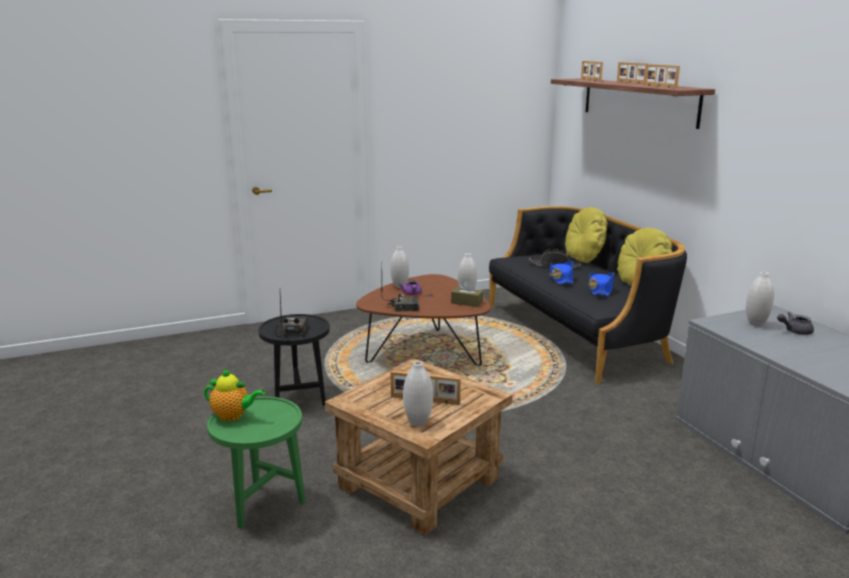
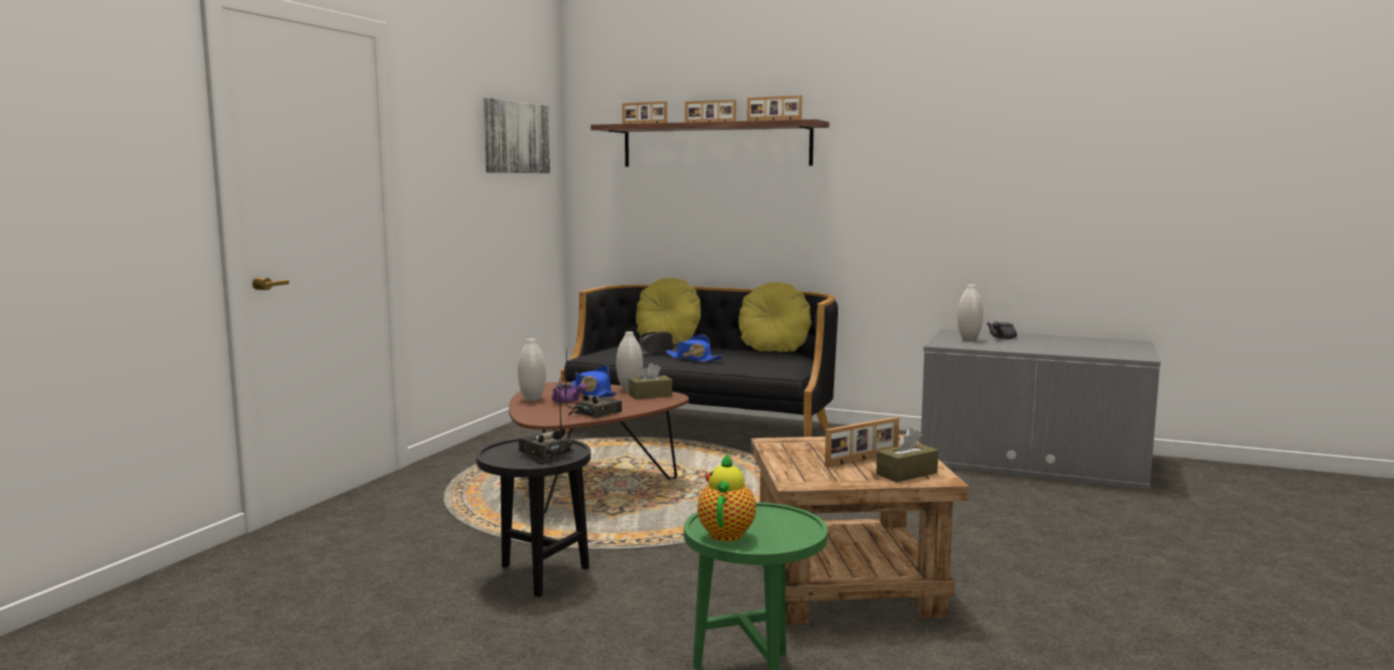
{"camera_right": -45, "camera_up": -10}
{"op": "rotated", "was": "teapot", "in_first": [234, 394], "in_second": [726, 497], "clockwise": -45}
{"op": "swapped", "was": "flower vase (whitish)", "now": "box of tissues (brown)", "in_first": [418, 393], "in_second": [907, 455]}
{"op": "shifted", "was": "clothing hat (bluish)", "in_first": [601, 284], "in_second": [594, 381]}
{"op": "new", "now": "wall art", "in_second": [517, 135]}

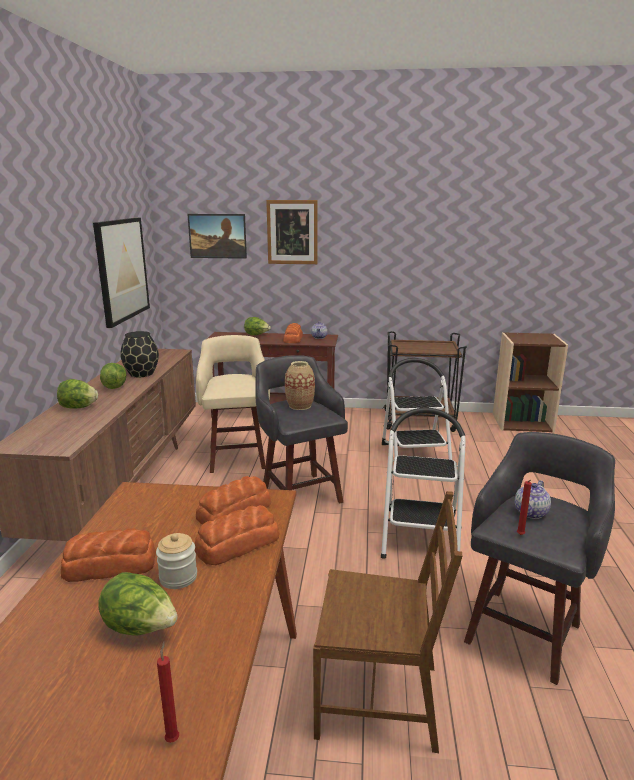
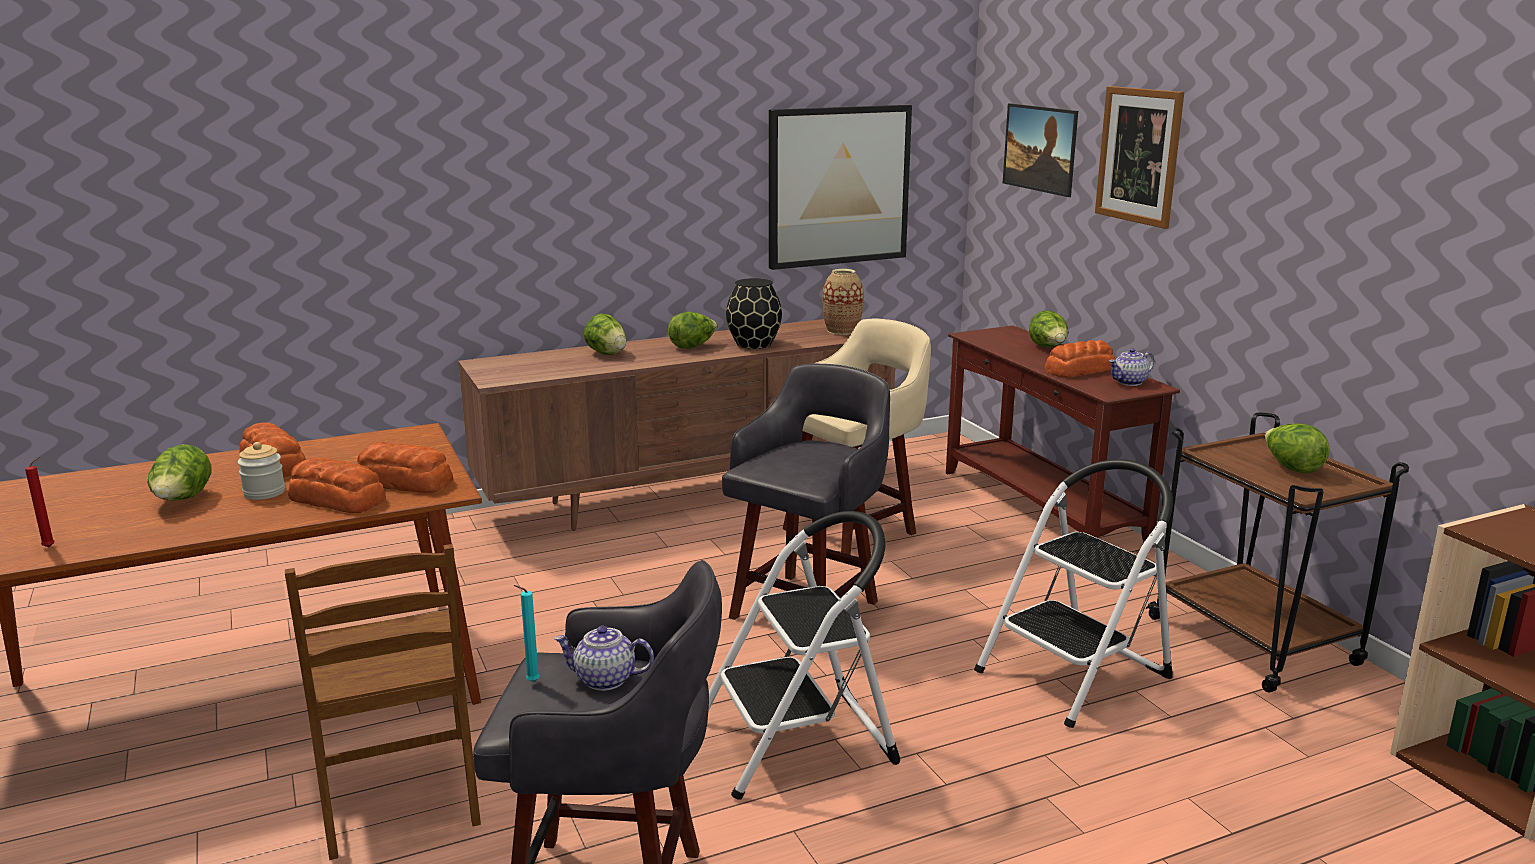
{"camera_right": 60, "camera_up": 0}
{"op": "shifted", "was": "flower vase", "in_first": [300, 385], "in_second": [843, 302]}
{"op": "repainted", "was": "wax light (reddish)", "now": "wax light (turquoise)", "in_first": [524, 507], "in_second": [527, 633]}
{"op": "new", "now": "lettuce head", "in_second": [1297, 449]}

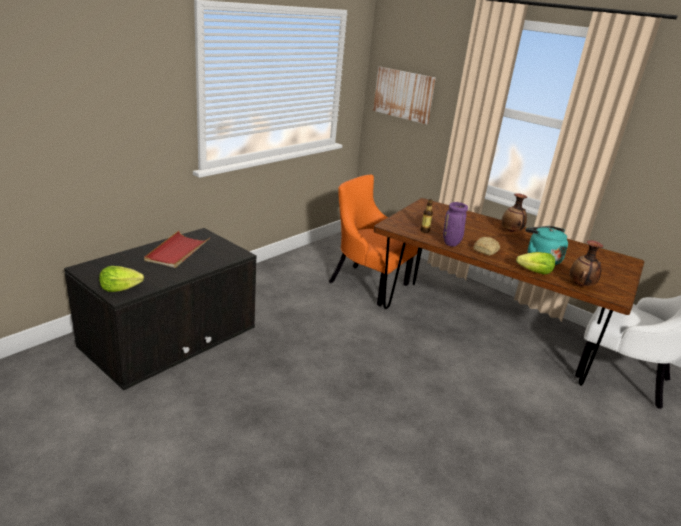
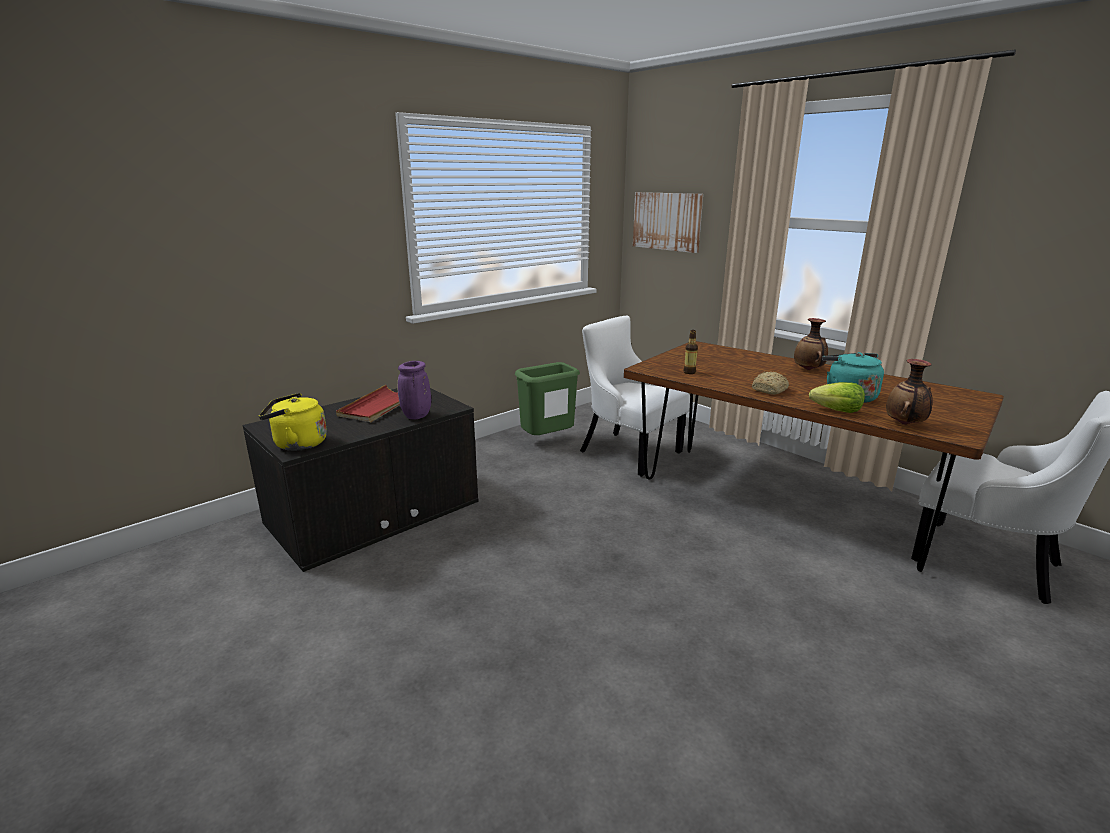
{"camera_right": 10, "camera_up": -5}
{"op": "swapped", "was": "lettuce head", "now": "tea kettle (yellow-coloured)", "in_first": [121, 279], "in_second": [293, 422]}
{"op": "repainted", "was": "chair (orangey)", "now": "chair (whitish)", "in_first": [373, 240], "in_second": [635, 396]}
{"op": "shifted", "was": "flower vase (purplish)", "in_first": [455, 224], "in_second": [414, 390]}
{"op": "new", "now": "trash can (green-coloured)", "in_second": [547, 398]}

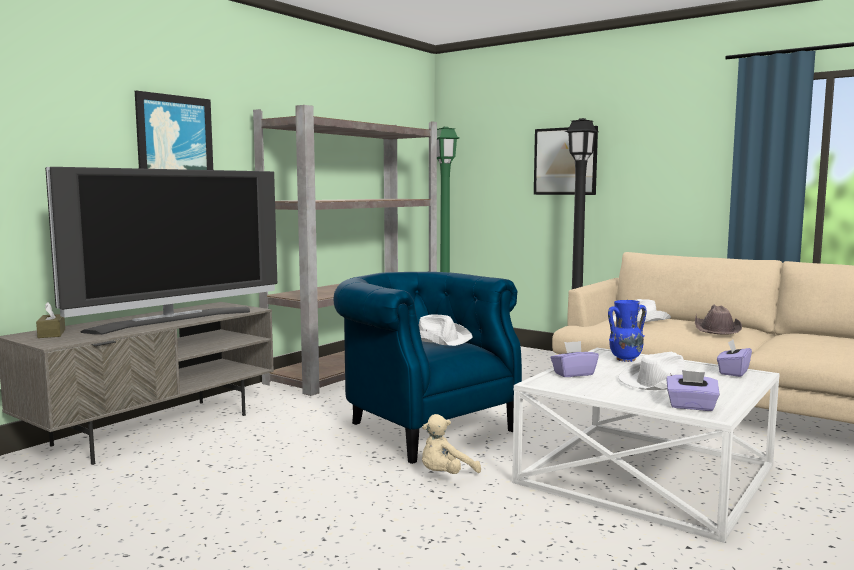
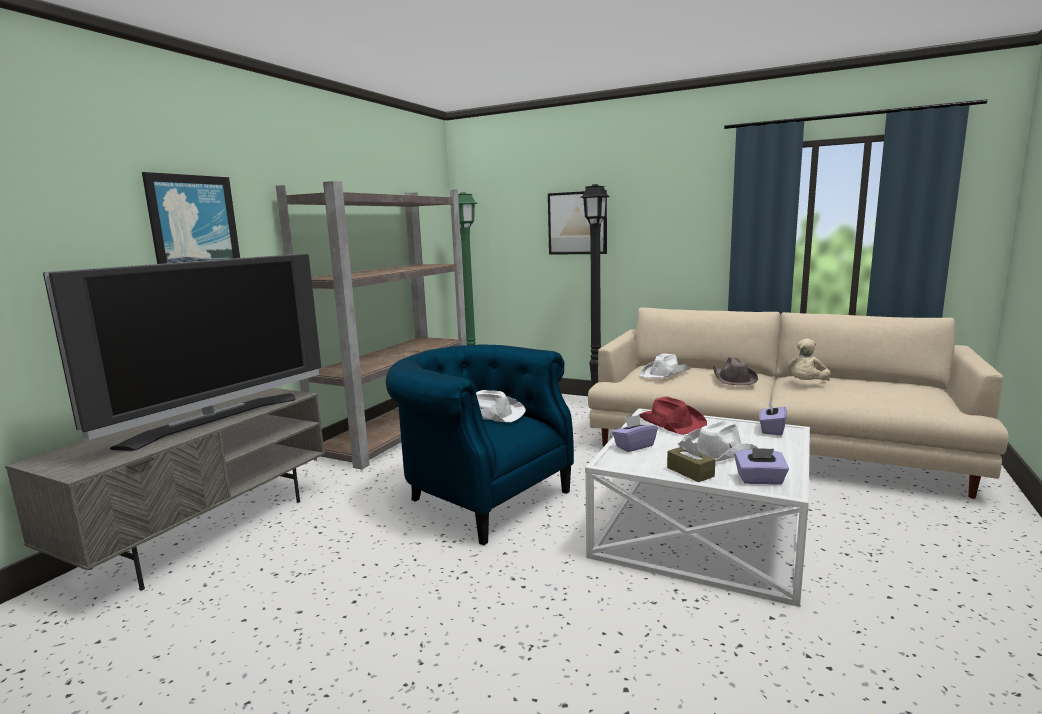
{"camera_right": -10, "camera_up": 5}
{"op": "shifted", "was": "box of tissues (brown)", "in_first": [50, 320], "in_second": [691, 460]}
{"op": "shifted", "was": "plush toy (beige)", "in_first": [451, 444], "in_second": [809, 360]}
{"op": "swapped", "was": "flower vase (bluish)", "now": "clothing hat (reddish)", "in_first": [627, 331], "in_second": [673, 416]}

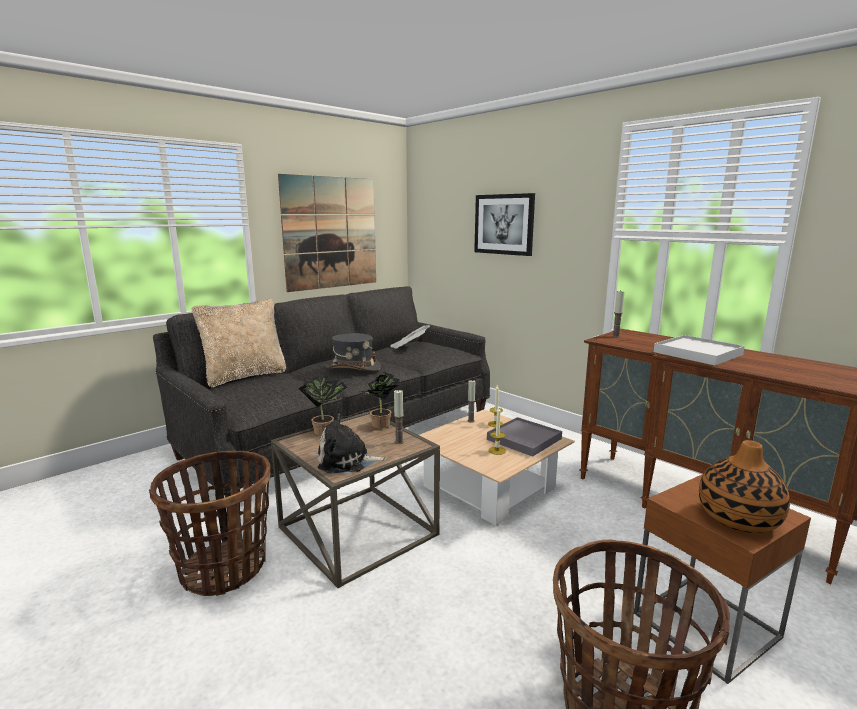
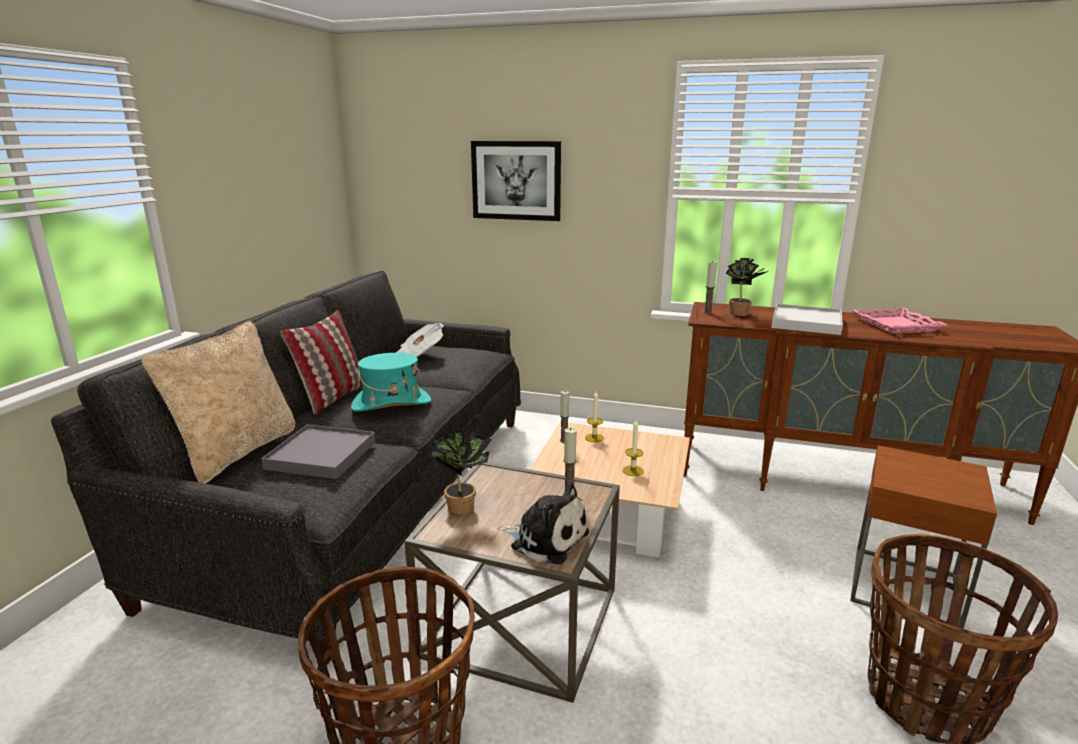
{"camera_right": -30, "camera_up": 5}
{"op": "gone", "was": "wall art", "in_first": [327, 233]}
{"op": "rotated", "was": "plush toy", "in_first": [352, 443], "in_second": [543, 523], "clockwise": -120}
{"op": "repainted", "was": "clothing hat (grey)", "now": "clothing hat (turquoise)", "in_first": [353, 352], "in_second": [391, 382]}
{"op": "shifted", "was": "houseplant", "in_first": [380, 400], "in_second": [747, 287]}
{"op": "shifted", "was": "carrying tray (grey)", "in_first": [524, 437], "in_second": [318, 451]}
{"op": "gone", "was": "flower vase", "in_first": [744, 486]}
{"op": "new", "now": "cushion", "in_second": [321, 362]}
{"op": "new", "now": "carrying tray (pink-coloured)", "in_second": [899, 321]}

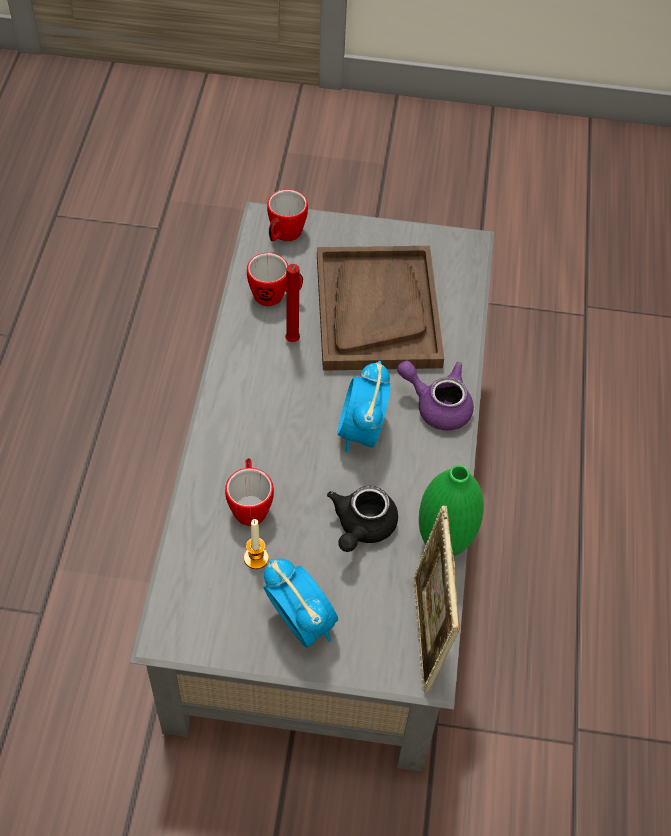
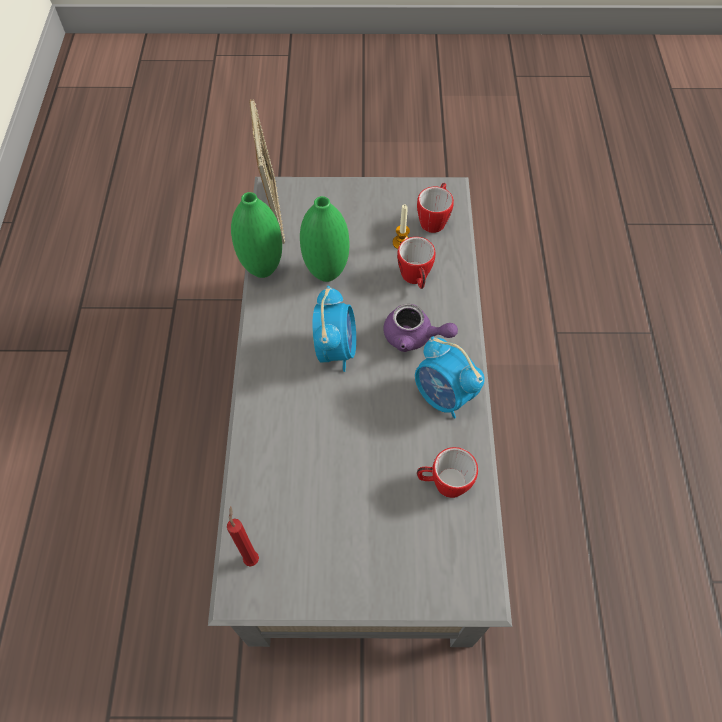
{"camera_right": 175, "camera_up": 5}
{"op": "shifted", "was": "bedside clock", "in_first": [300, 603], "in_second": [450, 377]}
{"op": "shifted", "was": "tea mug", "in_first": [287, 215], "in_second": [435, 208]}
{"op": "shifted", "was": "wax light (reddish)", "in_first": [292, 303], "in_second": [243, 536]}
{"op": "gone", "was": "carrying tray (brown)", "in_first": [380, 308]}
{"op": "swapped", "was": "teapot (blackish)", "now": "flower vase (green-coloured)", "in_first": [362, 519], "in_second": [325, 239]}
{"op": "shifted", "was": "teapot (purplish)", "in_first": [435, 395], "in_second": [421, 328]}

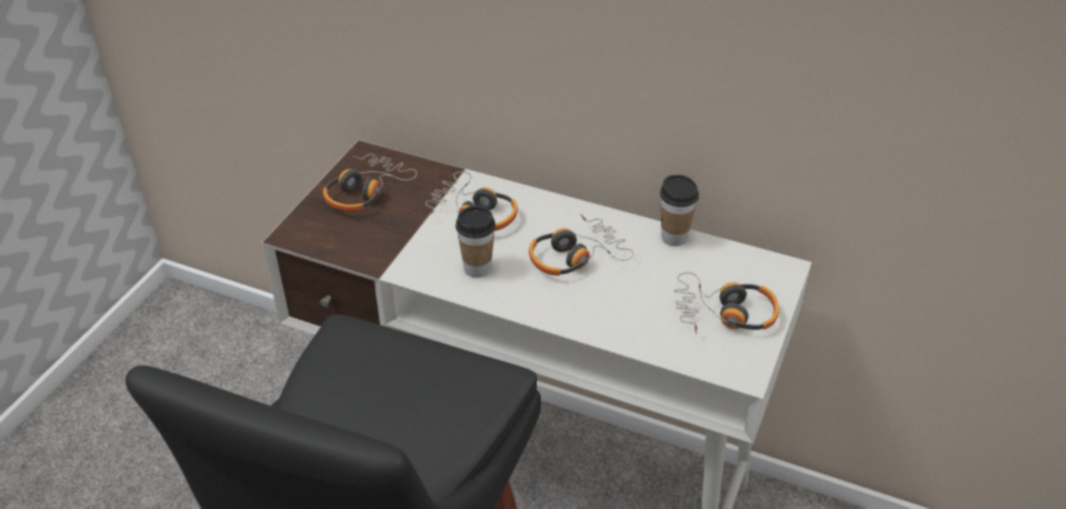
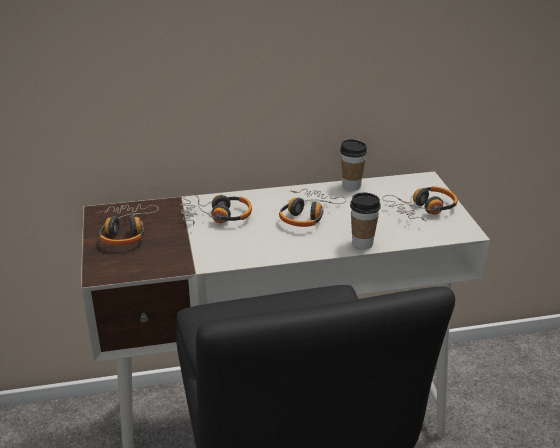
{"camera_right": -35, "camera_up": -10}
{"op": "shifted", "was": "cup", "in_first": [476, 242], "in_second": [365, 221]}

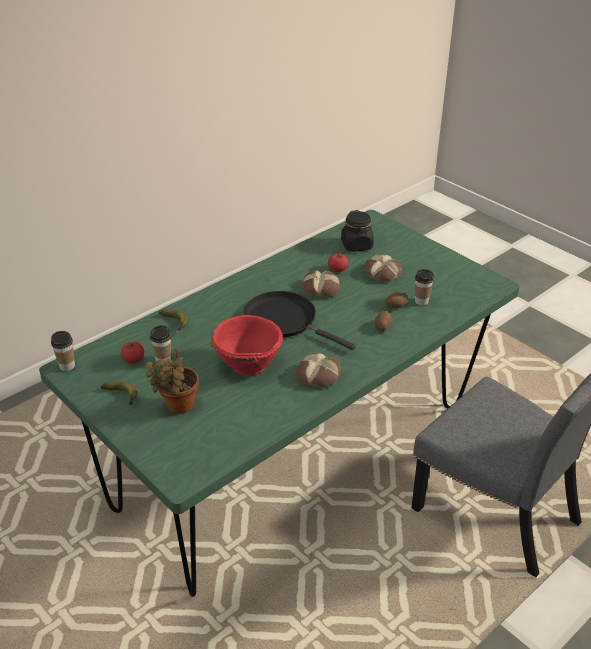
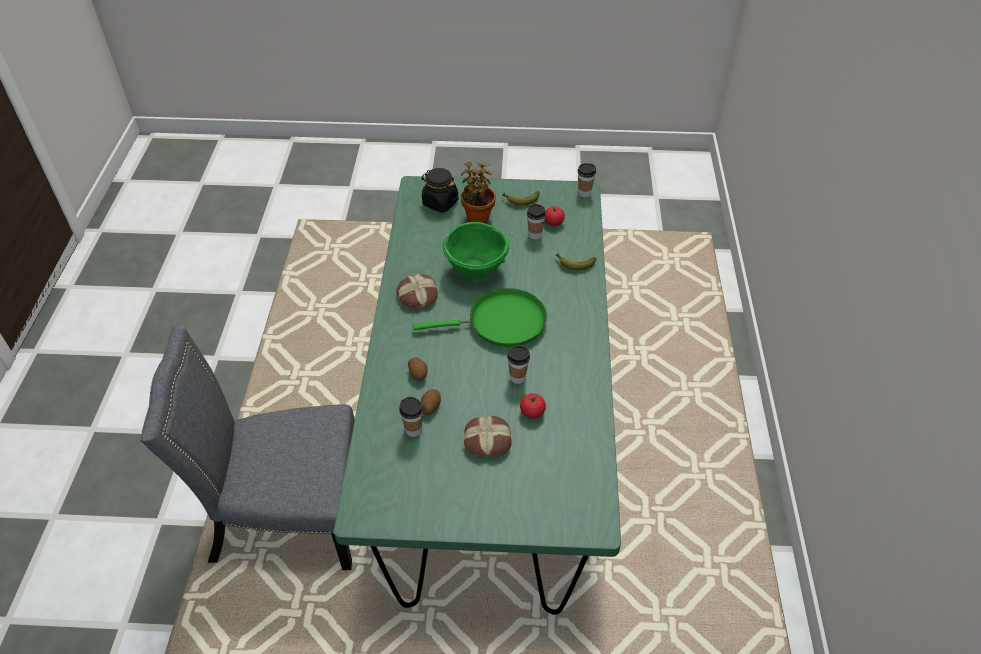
{"camera_right": 135, "camera_up": 10}
{"op": "repainted", "was": "bowl (reddish)", "now": "bowl (green-coloured)", "in_first": [247, 345], "in_second": [476, 251]}
{"op": "repainted", "was": "pan (blackish)", "now": "pan (green-coloured)", "in_first": [299, 320], "in_second": [480, 317]}
{"op": "swapped", "was": "bread", "now": "cup", "in_first": [320, 284], "in_second": [518, 364]}
{"op": "shifted", "was": "jar (blackish)", "in_first": [357, 231], "in_second": [439, 190]}

